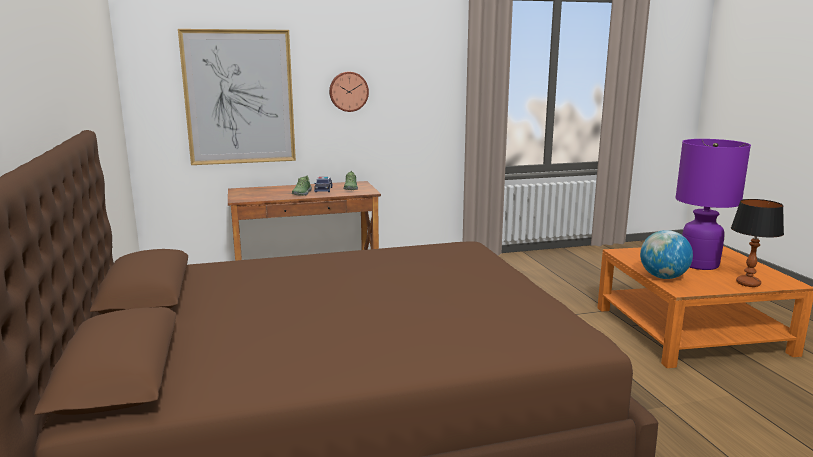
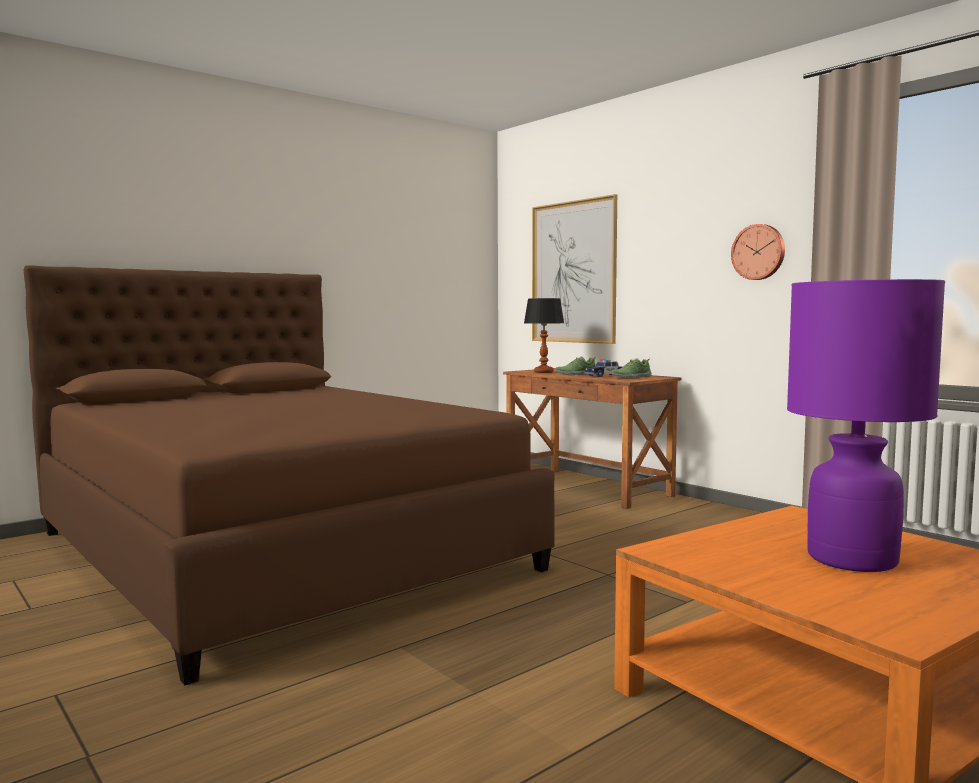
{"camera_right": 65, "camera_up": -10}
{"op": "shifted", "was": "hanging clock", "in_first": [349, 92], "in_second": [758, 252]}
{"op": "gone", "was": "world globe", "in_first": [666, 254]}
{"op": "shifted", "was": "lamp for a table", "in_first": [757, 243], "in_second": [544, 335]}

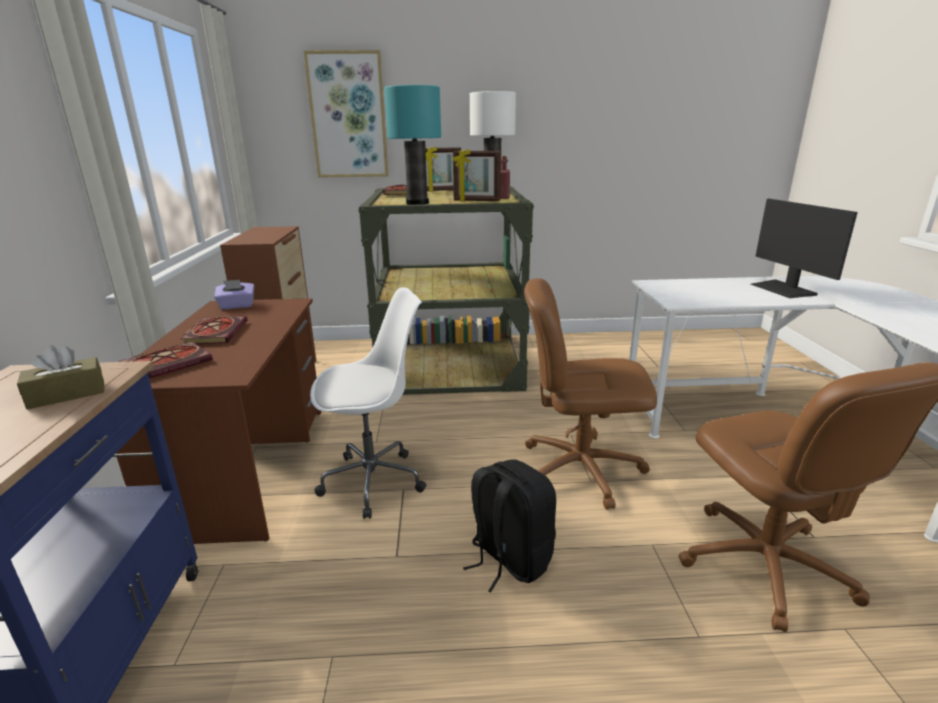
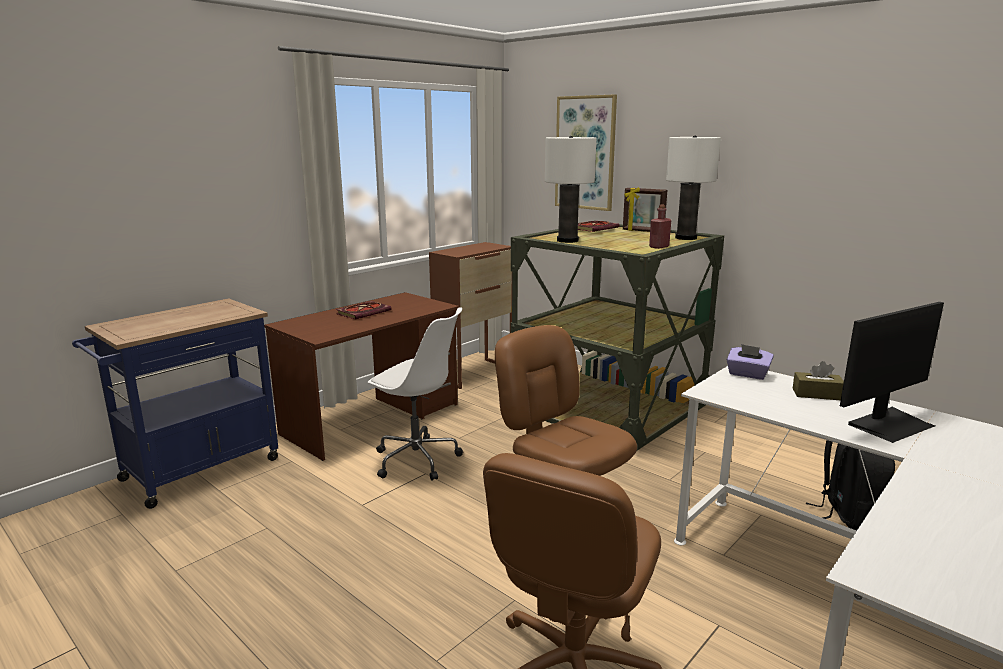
{"camera_right": 45, "camera_up": -5}
{"op": "shifted", "was": "box of tissues (brown)", "in_first": [60, 377], "in_second": [818, 380]}
{"op": "gone", "was": "bound book", "in_first": [165, 360]}
{"op": "shifted", "was": "box of tissues (purplish)", "in_first": [234, 294], "in_second": [750, 362]}
{"op": "repainted", "was": "lamp for a table (turquoise)", "now": "lamp for a table (whitish)", "in_first": [412, 145], "in_second": [571, 189]}
{"op": "gone", "was": "photo frame", "in_first": [477, 175]}
{"op": "shifted", "was": "backpack (blackish)", "in_first": [509, 526], "in_second": [850, 485]}
{"op": "rotated", "was": "computer screen", "in_first": [804, 248], "in_second": [892, 372], "clockwise": -150}

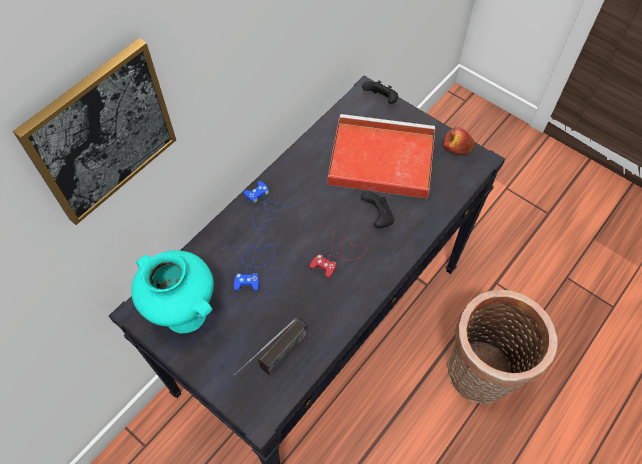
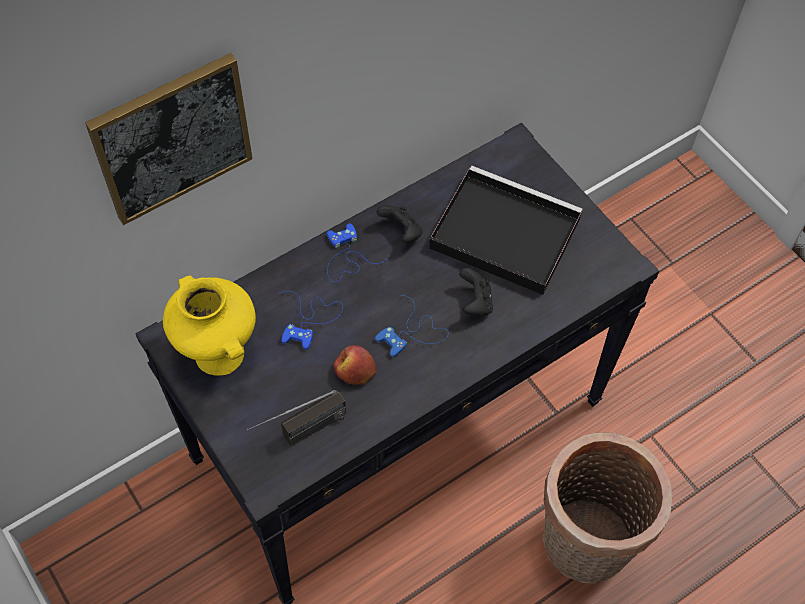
{"camera_right": 15, "camera_up": 0}
{"op": "repainted", "was": "flower vase (turquoise)", "now": "flower vase (yellow-coloured)", "in_first": [172, 292], "in_second": [209, 325]}
{"op": "repainted", "was": "joypad (reddish)", "now": "joypad (bluish)", "in_first": [338, 252], "in_second": [412, 326]}
{"op": "repainted", "was": "carrying tray (reddish)", "now": "carrying tray (blackish)", "in_first": [381, 156], "in_second": [506, 230]}
{"op": "shifted", "was": "joypad (blackish)", "in_first": [380, 92], "in_second": [400, 224]}
{"op": "shifted", "was": "apple", "in_first": [459, 141], "in_second": [355, 365]}

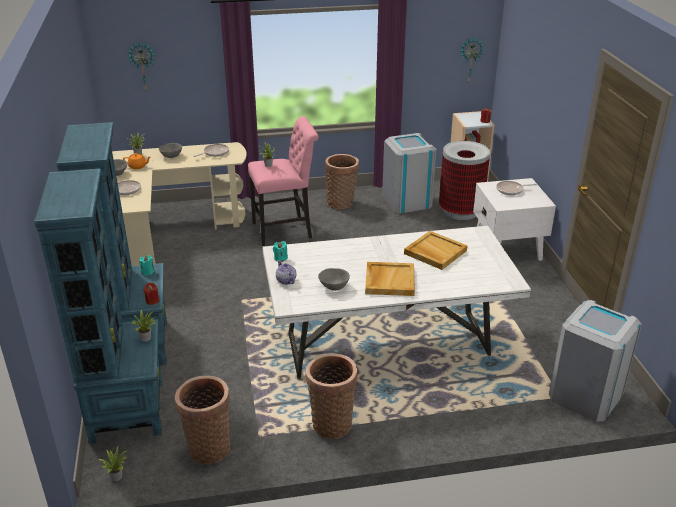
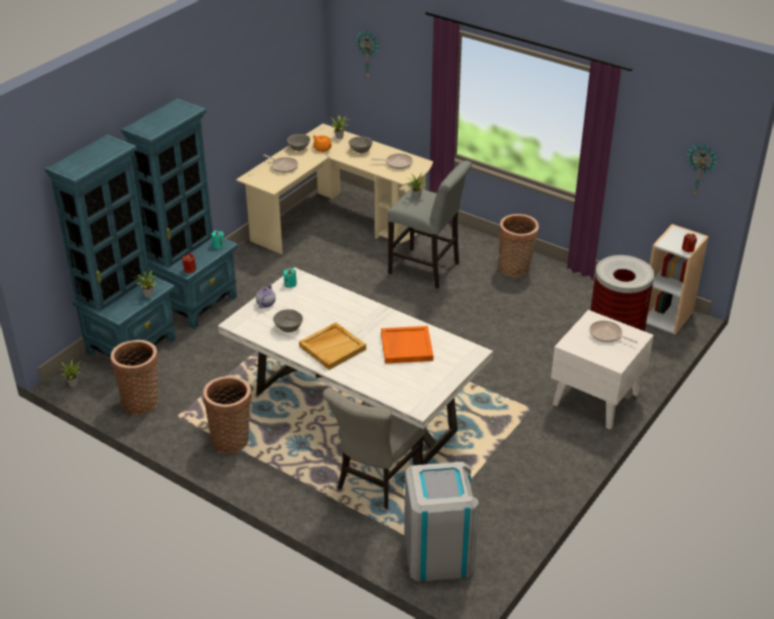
{"camera_right": 45, "camera_up": 5}
{"op": "repainted", "was": "sitting stool (pink-coloured)", "now": "sitting stool (grey)", "in_first": [283, 181], "in_second": [430, 225]}
{"op": "gone", "was": "trash can (grey)", "in_first": [409, 173]}
{"op": "repainted", "was": "carrying tray (beige)", "now": "carrying tray (orangey)", "in_first": [435, 250], "in_second": [407, 345]}
{"op": "new", "now": "chair (grey)", "in_second": [374, 448]}

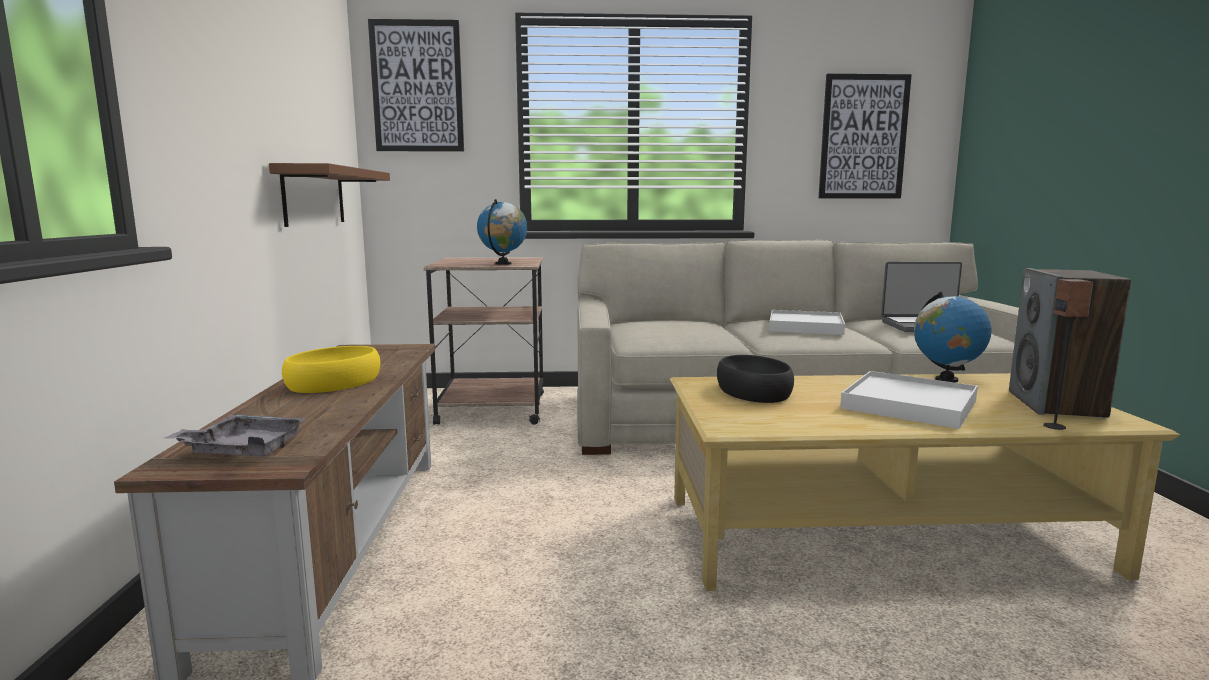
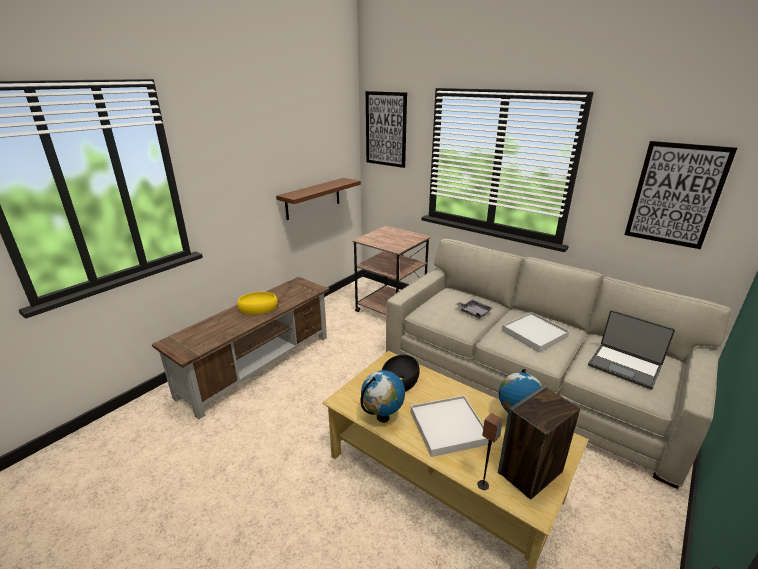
{"camera_right": 40, "camera_up": 15}
{"op": "shifted", "was": "carrying tray (grey)", "in_first": [235, 435], "in_second": [473, 309]}
{"op": "shifted", "was": "world globe", "in_first": [502, 232], "in_second": [383, 396]}

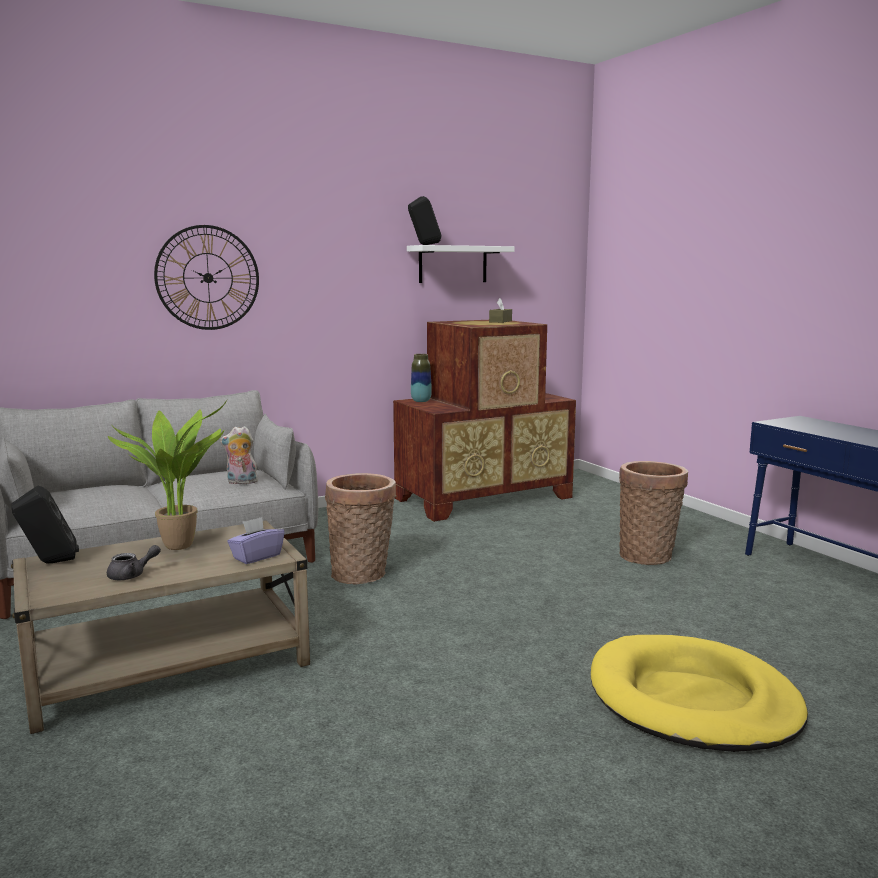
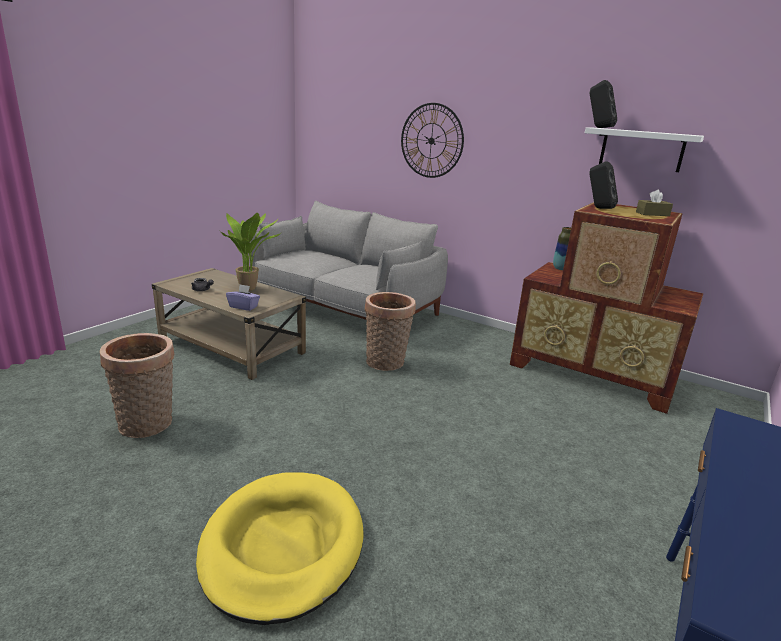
{"camera_right": 60, "camera_up": 10}
{"op": "shifted", "was": "speaker (blackish)", "in_first": [45, 524], "in_second": [603, 185]}
{"op": "gone", "was": "plush toy", "in_first": [239, 455]}
{"op": "shifted", "was": "basket", "in_first": [653, 513], "in_second": [137, 385]}

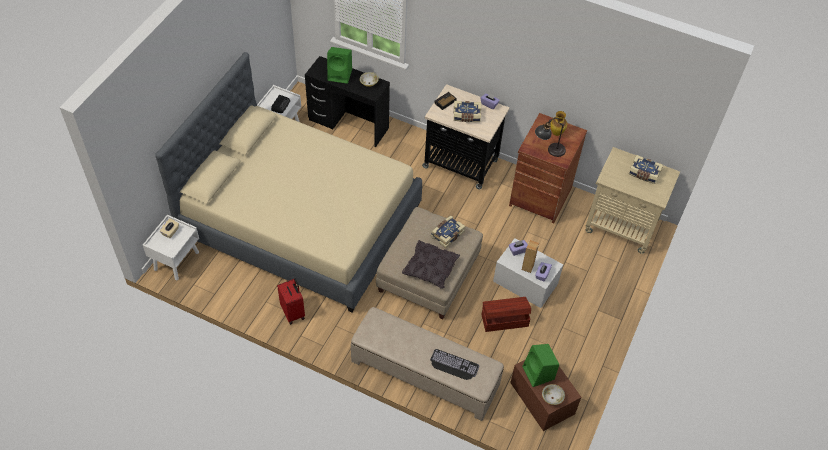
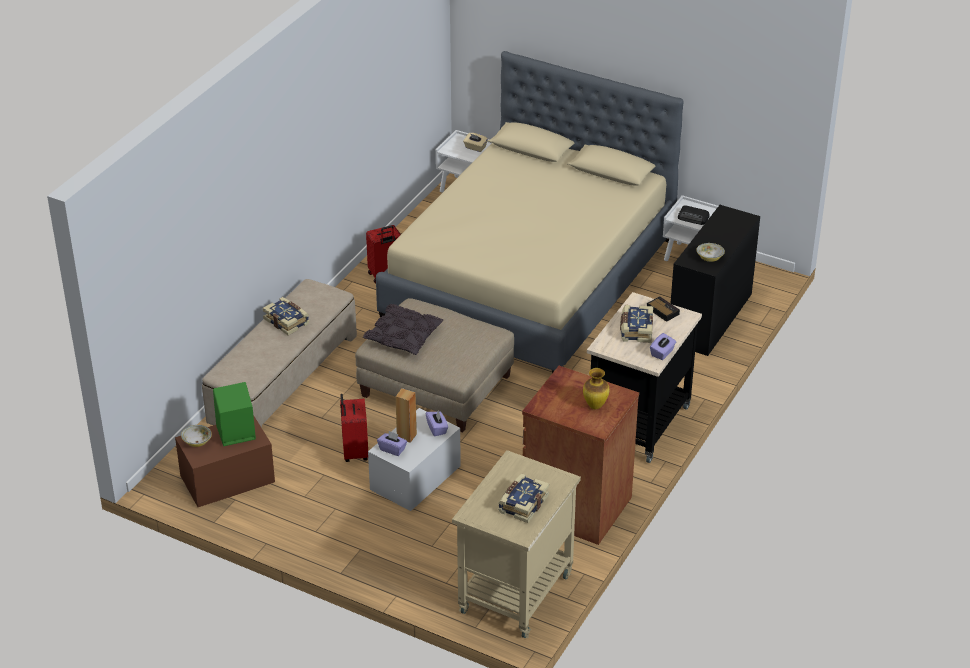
{"camera_right": 95, "camera_up": -15}
{"op": "gone", "was": "speaker (green-coloured)", "in_first": [339, 65]}
{"op": "gone", "was": "computer keyboard", "in_first": [454, 364]}
{"op": "shifted", "was": "bound book", "in_first": [448, 232], "in_second": [285, 316]}
{"op": "swapped", "was": "storage bin (brown)", "now": "piece of luggage (reddish)", "in_first": [506, 314], "in_second": [354, 428]}
{"op": "gone", "was": "lamp for a table (grey)", "in_first": [550, 137]}

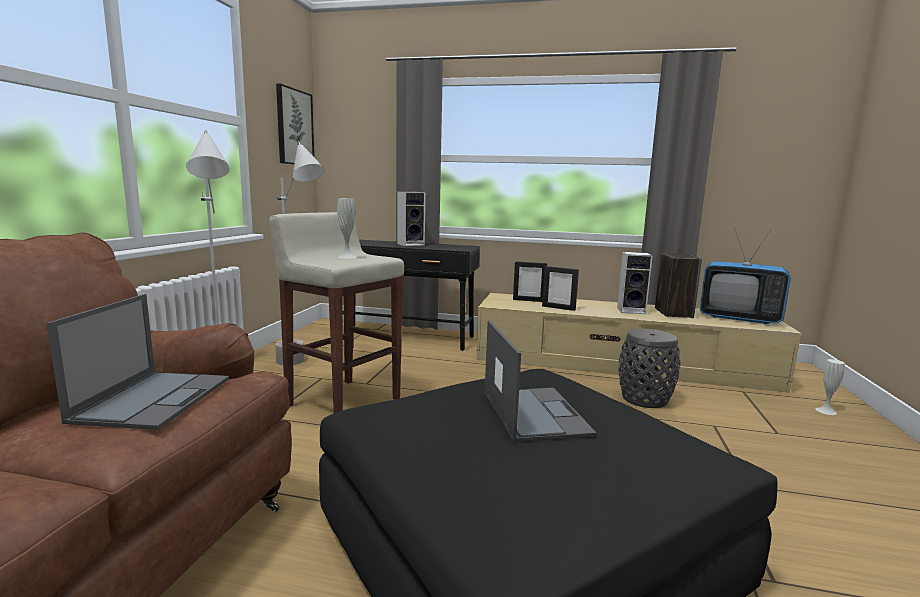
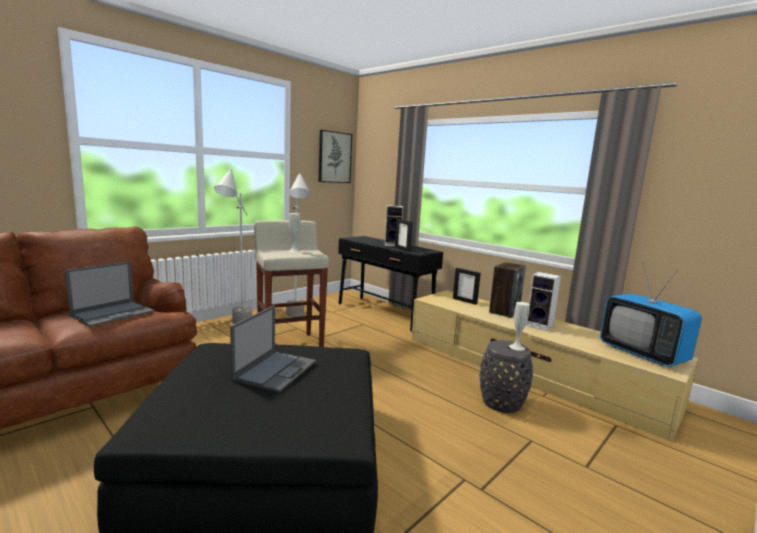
{"camera_right": 30, "camera_up": 0}
{"op": "shifted", "was": "photo frame", "in_first": [560, 288], "in_second": [404, 235]}
{"op": "shifted", "was": "speaker", "in_first": [678, 285], "in_second": [507, 290]}
{"op": "shifted", "was": "flower vase (whitish)", "in_first": [830, 387], "in_second": [519, 326]}

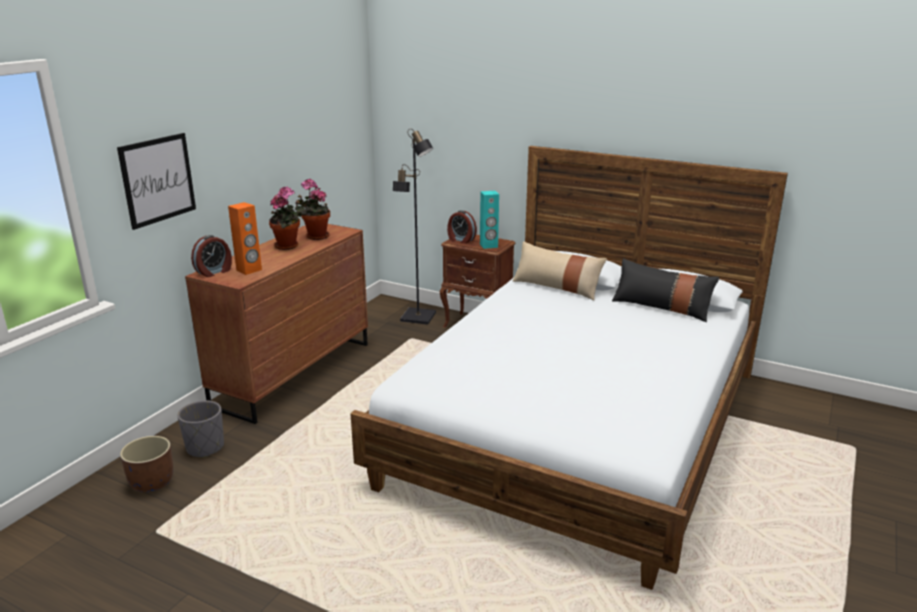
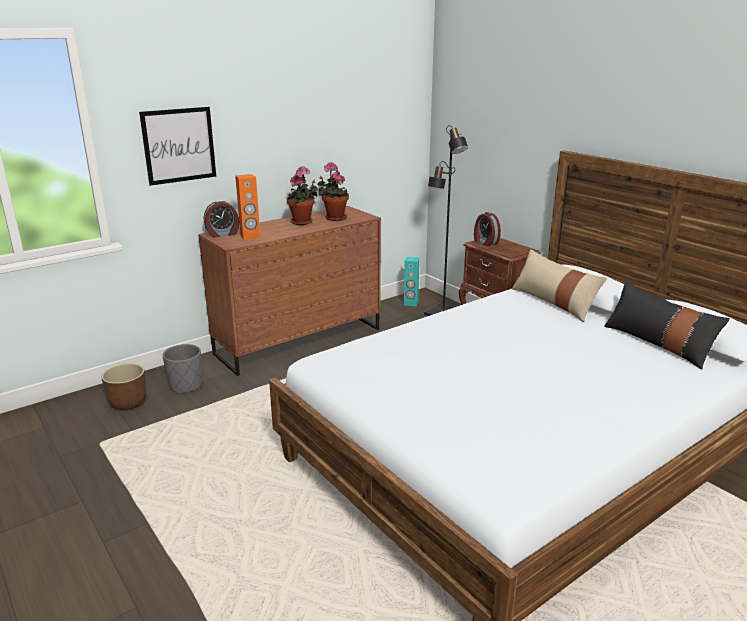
{"camera_right": 25, "camera_up": 0}
{"op": "shifted", "was": "speaker (turquoise)", "in_first": [489, 220], "in_second": [411, 281]}

